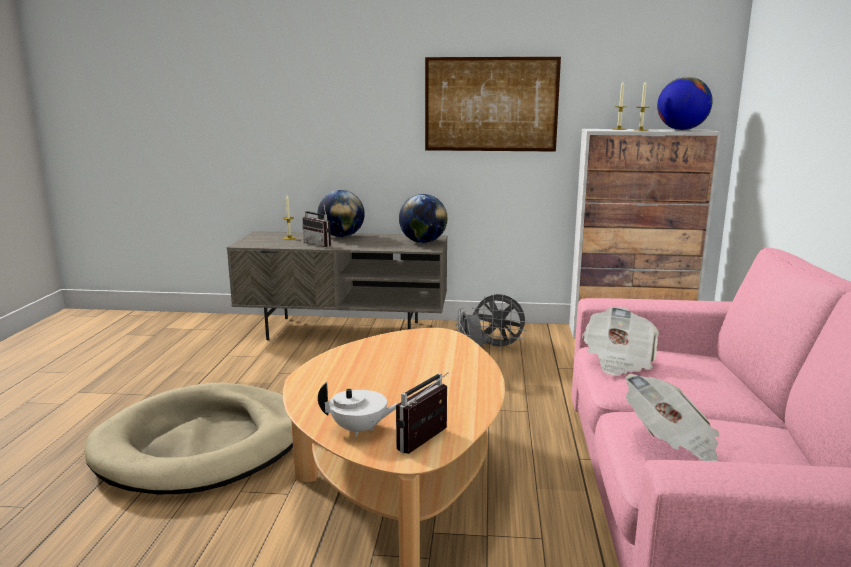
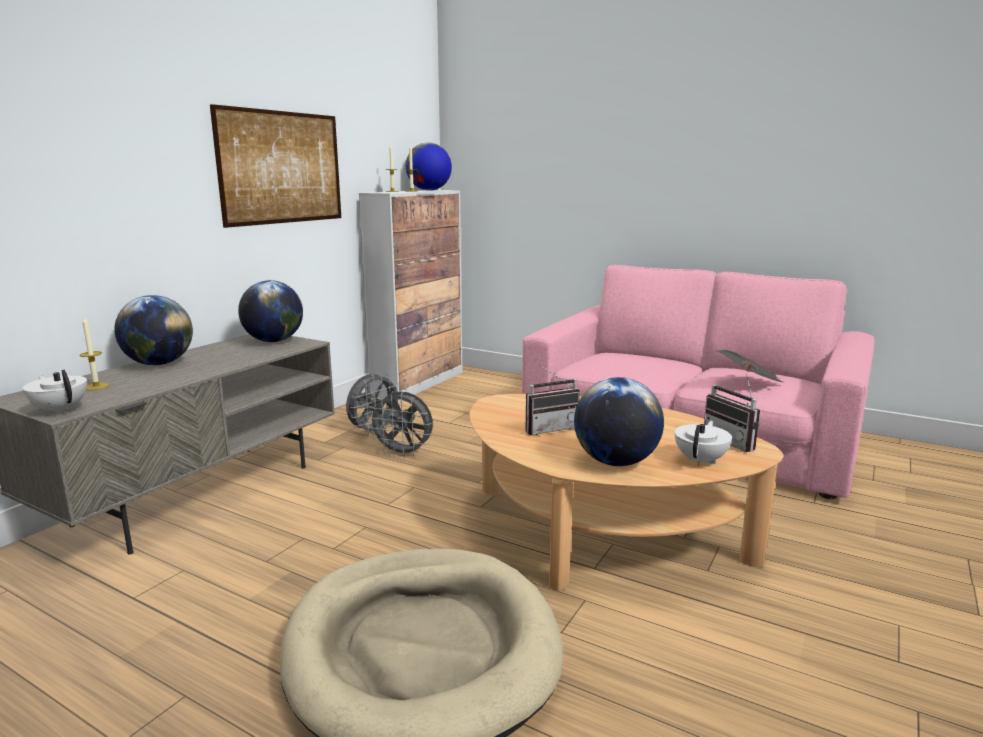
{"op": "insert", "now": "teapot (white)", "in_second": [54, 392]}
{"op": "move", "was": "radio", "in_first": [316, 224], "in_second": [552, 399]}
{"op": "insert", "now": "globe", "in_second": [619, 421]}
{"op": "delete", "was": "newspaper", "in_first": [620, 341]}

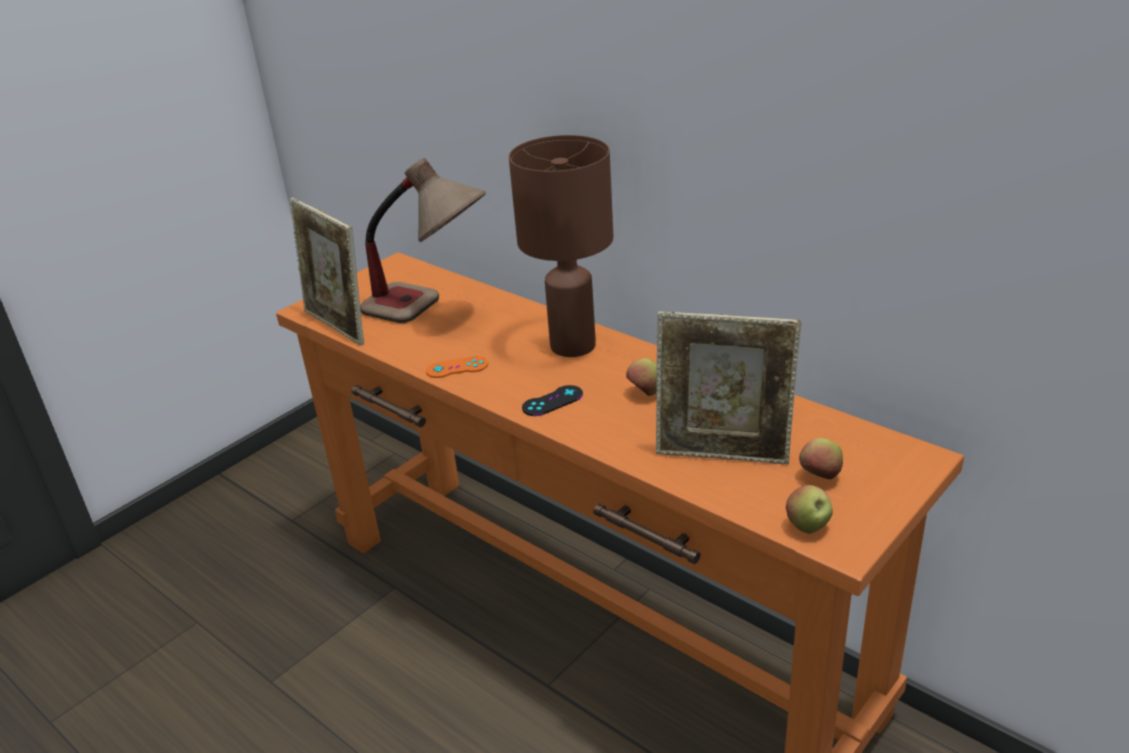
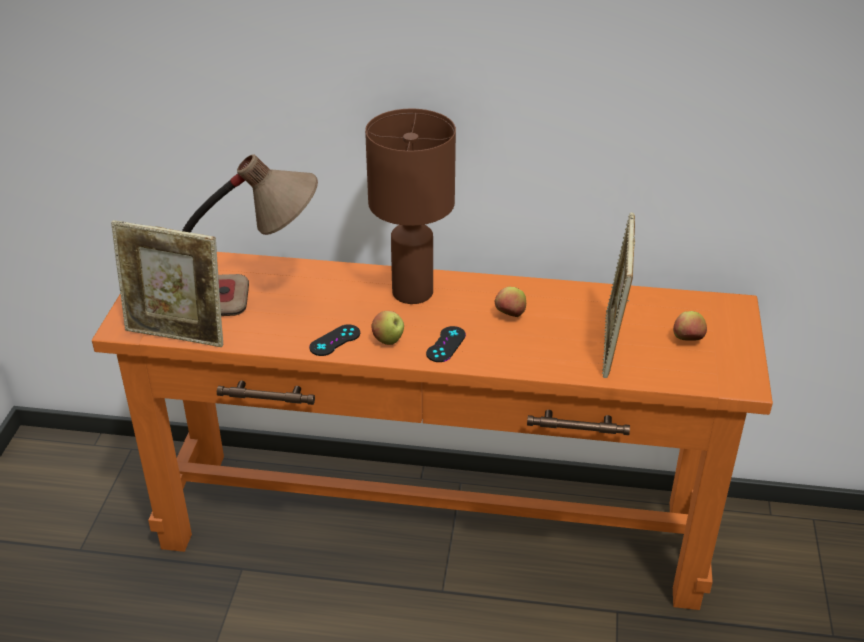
{"op": "recolor", "was": "game controller (orange)", "now": "game controller (black)", "in_first": [457, 367], "in_second": [334, 340]}
{"op": "move", "was": "apple", "in_first": [809, 509], "in_second": [387, 328]}
{"op": "rotate", "was": "picture frame", "in_first": [728, 387], "in_second": [618, 295], "clockwise": 120}

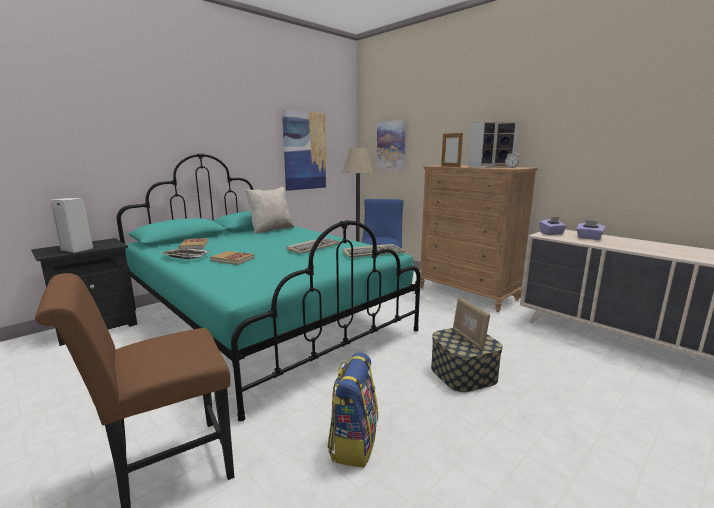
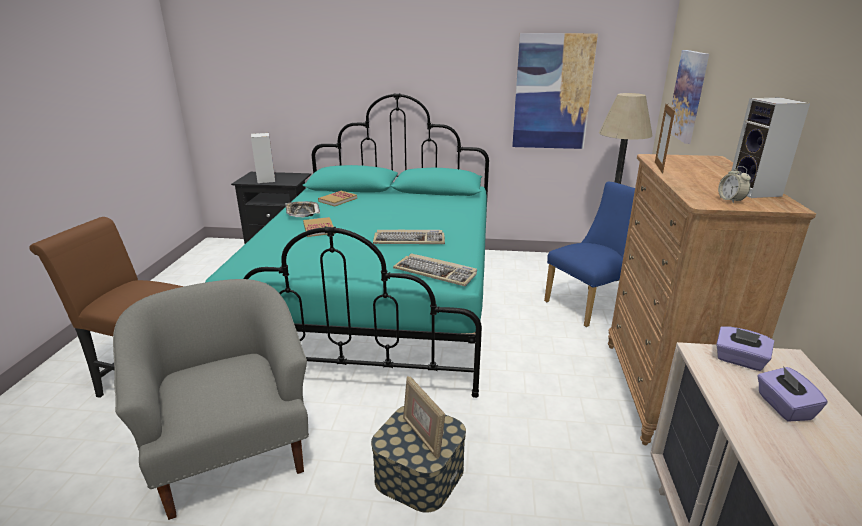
{"op": "replace", "was": "backpack", "now": "armchair (grey)", "in_first": [353, 410], "in_second": [211, 399]}
{"op": "rotate", "was": "picture frame", "in_first": [471, 324], "in_second": [424, 417], "clockwise": -60}
{"op": "delete", "was": "pillow (beige)", "in_first": [269, 210]}
{"op": "delete", "was": "speaker", "in_first": [482, 145]}

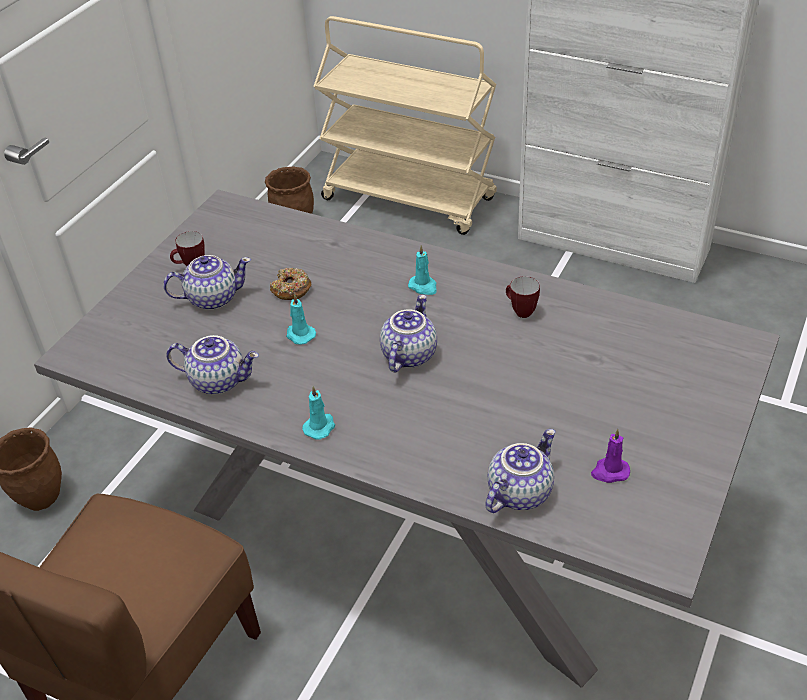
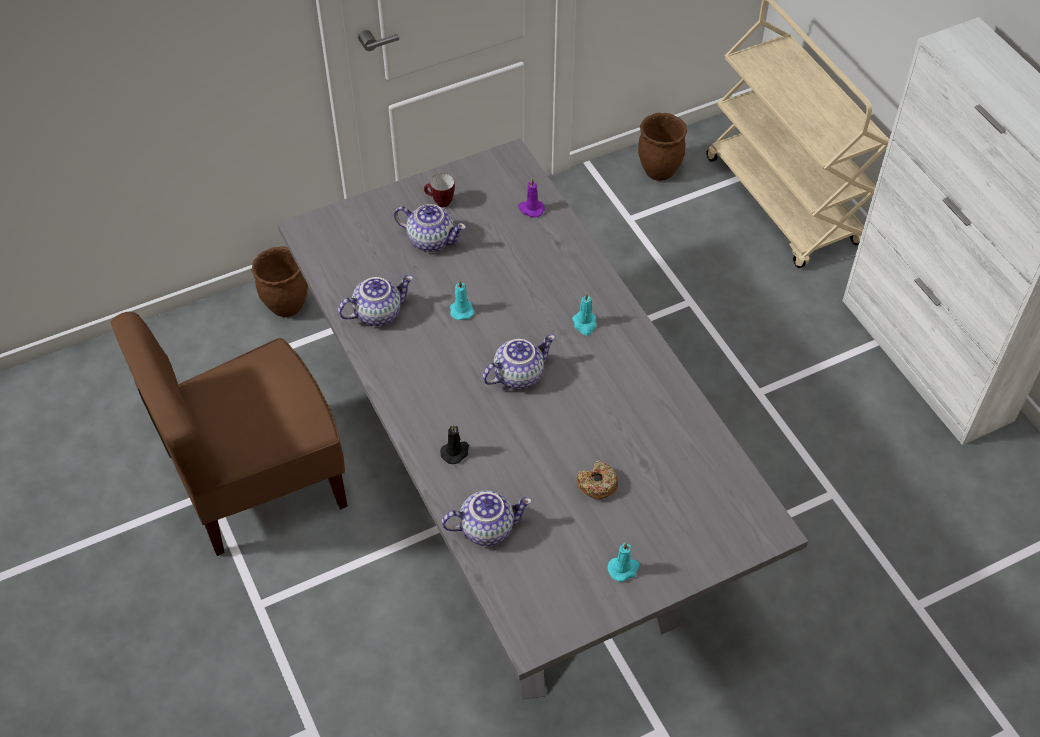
{"op": "rotate", "was": "teapot", "in_first": [212, 365], "in_second": [375, 300], "clockwise": -75}
{"op": "insert", "now": "candle (black)", "in_second": [454, 444]}
{"op": "move", "was": "candle (purple)", "in_first": [610, 456], "in_second": [531, 198]}
{"op": "move", "was": "donut", "in_first": [290, 284], "in_second": [597, 480]}
{"op": "move", "was": "candle (turquoise)", "in_first": [318, 412], "in_second": [623, 562]}
{"op": "delete", "was": "mug", "in_first": [523, 297]}

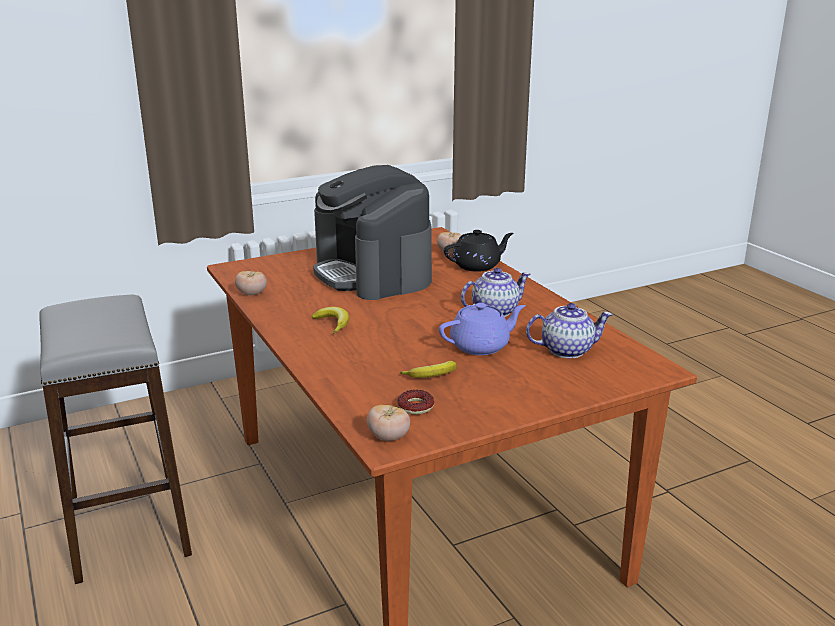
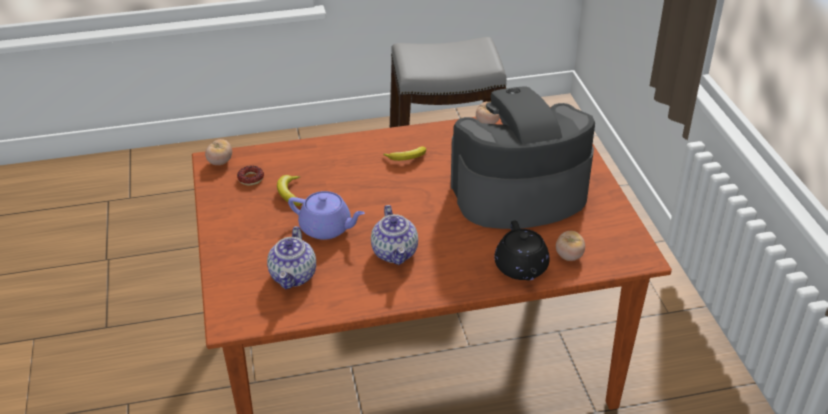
{"op": "rotate", "was": "teapot (purple)", "in_first": [482, 329], "in_second": [326, 215], "clockwise": -60}

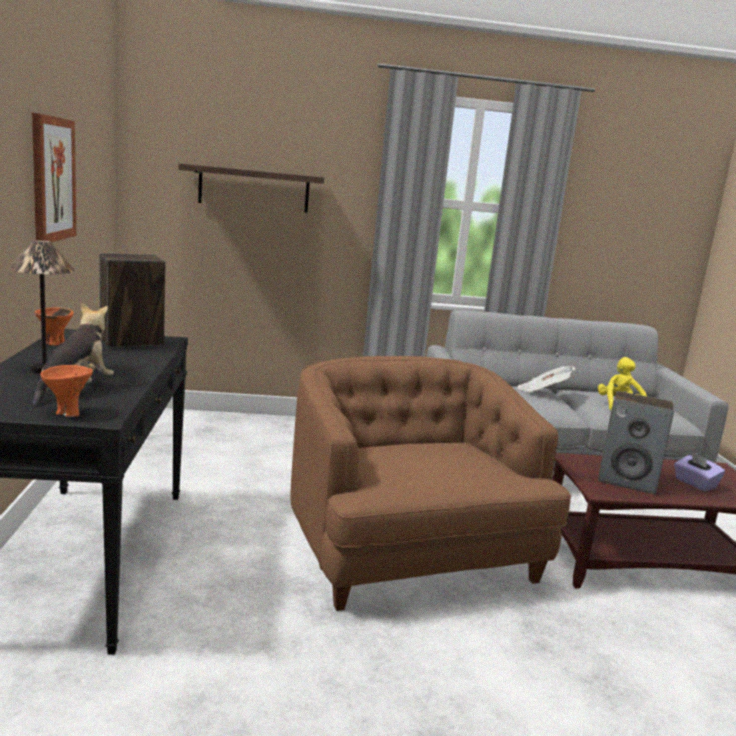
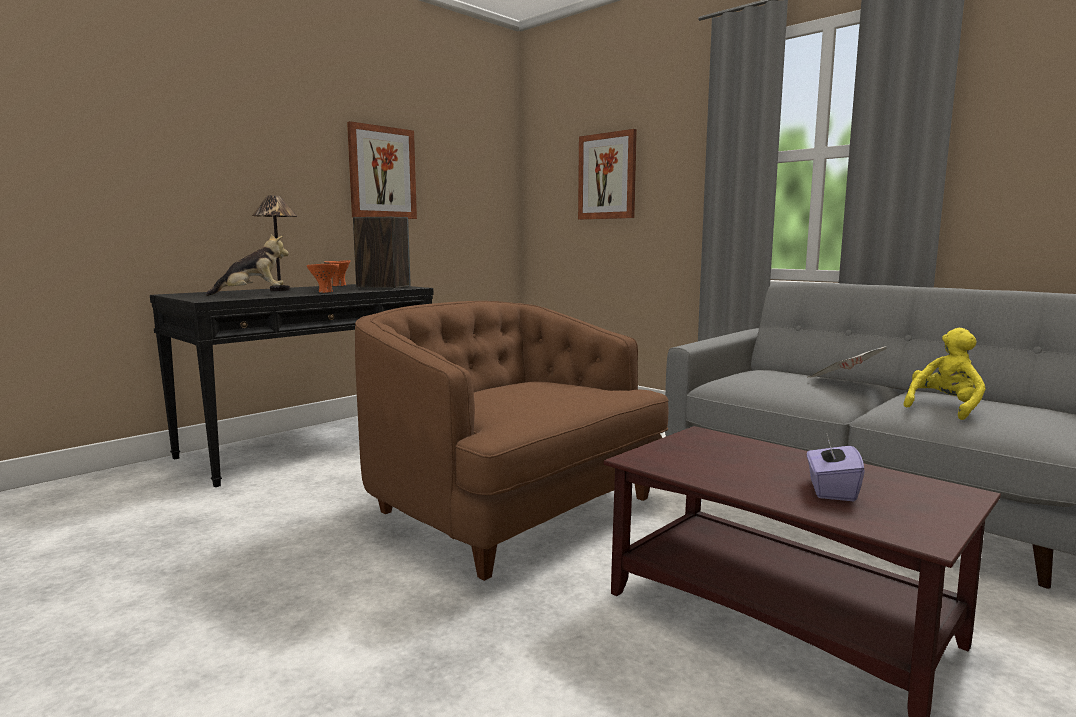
{"op": "move", "was": "bowl (orange)", "in_first": [67, 391], "in_second": [323, 278]}
{"op": "rotate", "was": "armchair (brown)", "in_first": [431, 483], "in_second": [512, 441], "clockwise": -75}
{"op": "replace", "was": "shelf", "now": "picture", "in_first": [251, 188], "in_second": [607, 174]}
{"op": "delete", "was": "speaker", "in_first": [636, 442]}

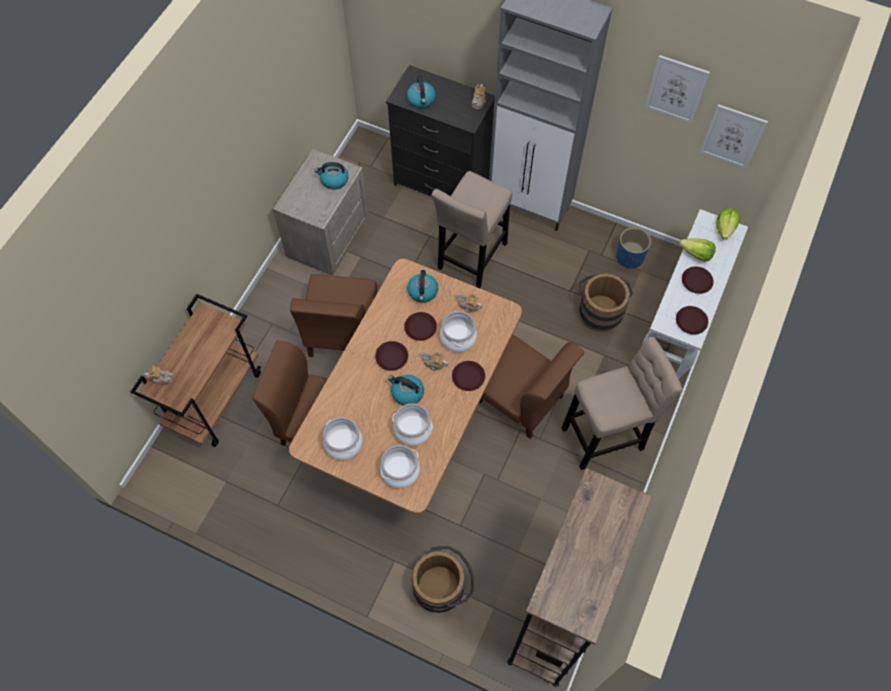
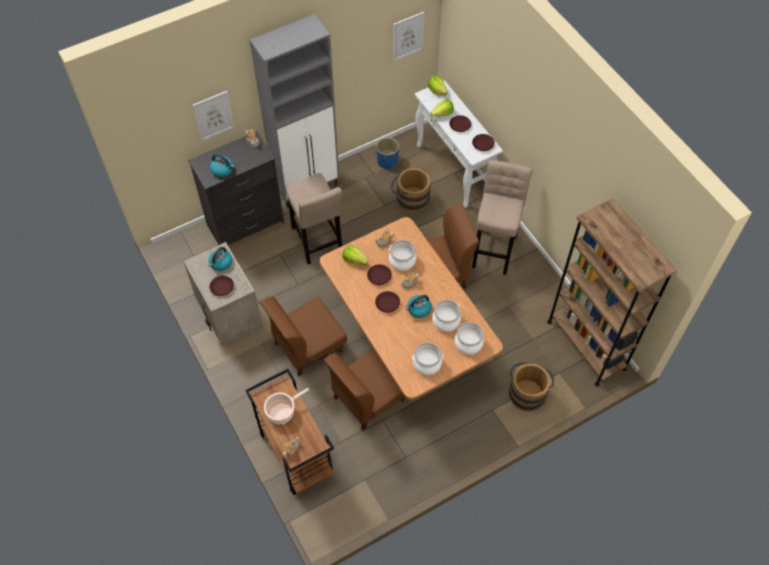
{"op": "move", "was": "picture", "in_first": [677, 89], "in_second": [213, 116]}
{"op": "move", "was": "plate (brown)", "in_first": [468, 376], "in_second": [222, 286]}
{"op": "rotate", "was": "chair (brown)", "in_first": [333, 315], "in_second": [303, 336], "clockwise": 105}
{"op": "insert", "now": "cooking pot", "in_second": [286, 406]}
{"op": "replace", "was": "kettle", "now": "lettuce", "in_first": [422, 286], "in_second": [355, 255]}

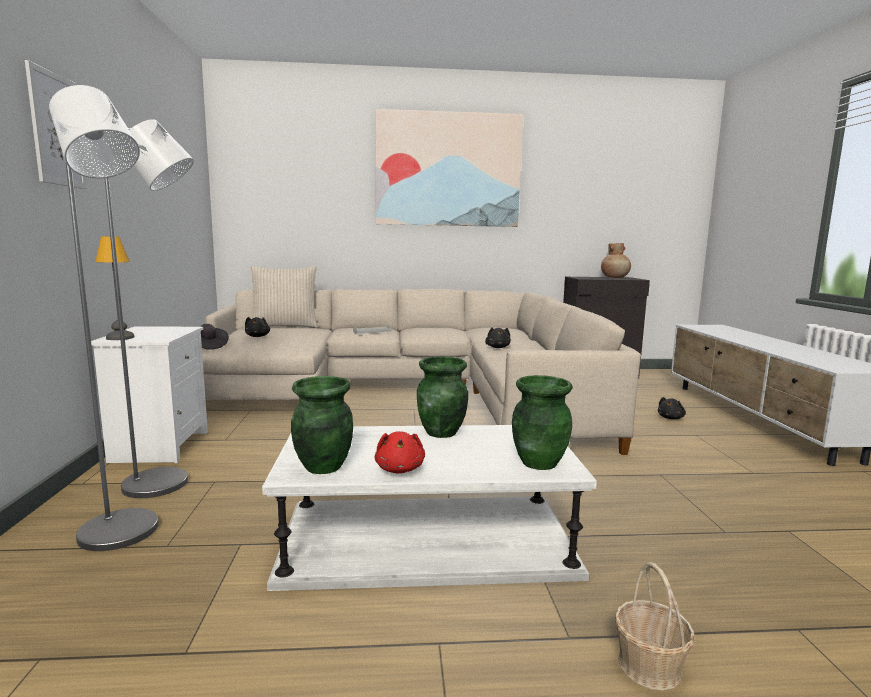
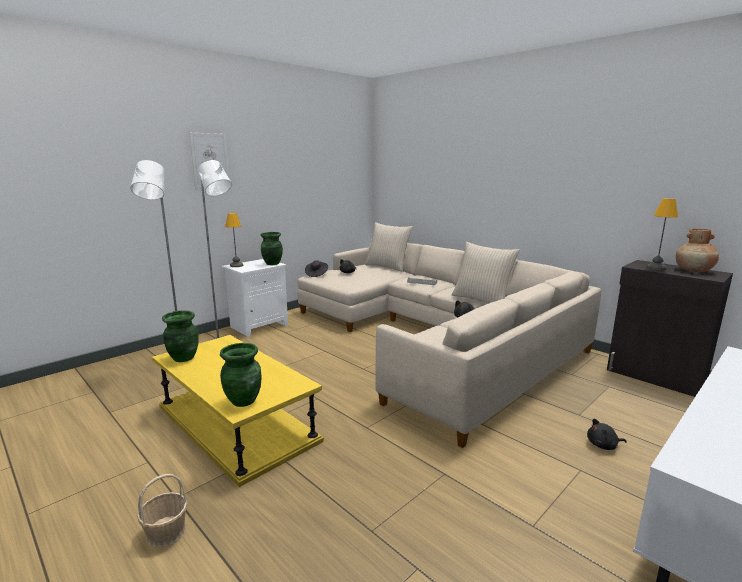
{"op": "recolor", "was": "coffee table (white)", "now": "coffee table (yellow)", "in_first": [429, 508], "in_second": [238, 411]}
{"op": "move", "was": "vase (green)", "in_first": [442, 397], "in_second": [272, 248]}
{"op": "insert", "now": "pillow (beige)", "in_second": [486, 272]}
{"op": "insert", "now": "table lamp", "in_second": [662, 234]}
{"op": "delete", "was": "picture", "in_first": [449, 168]}
{"op": "delete", "was": "plush toy (red)", "in_first": [400, 452]}

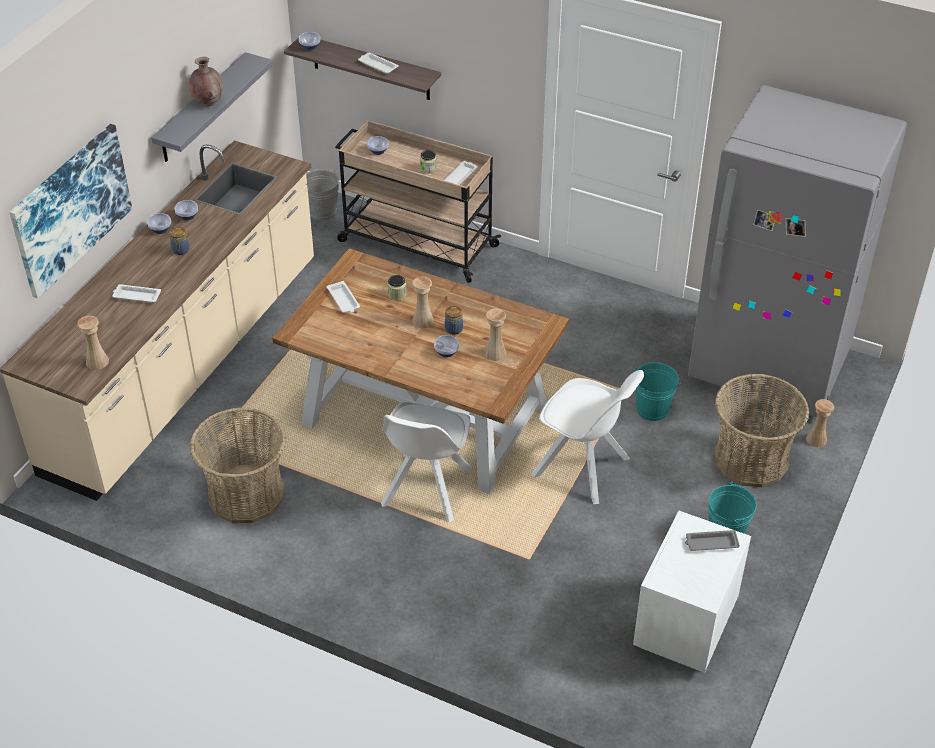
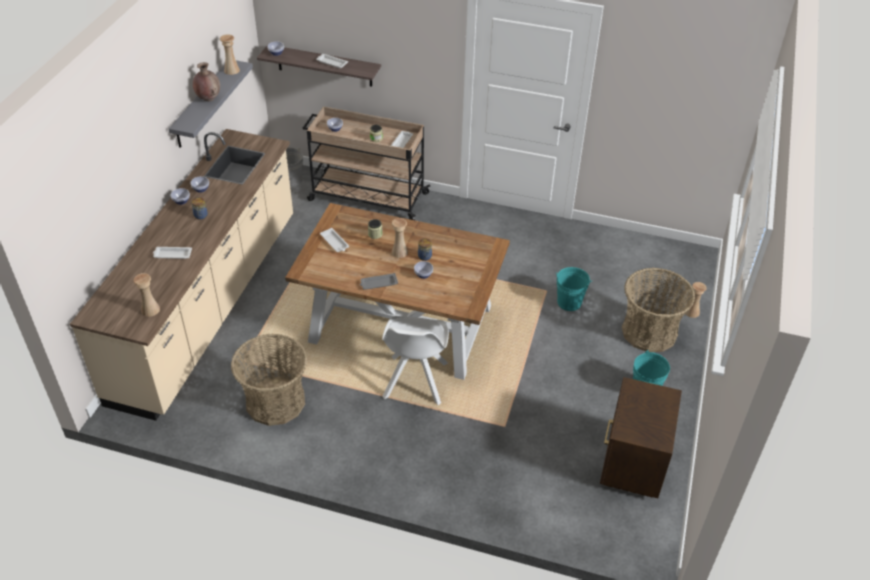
{"op": "move", "was": "vase (beige)", "in_first": [495, 334], "in_second": [230, 54]}
{"op": "move", "was": "tray (grey)", "in_first": [712, 540], "in_second": [379, 281]}
{"op": "recolor", "was": "nightstand (white)", "now": "nightstand (brown)", "in_first": [692, 592], "in_second": [641, 437]}
{"op": "delete", "was": "picture", "in_first": [70, 211]}
{"op": "delete", "was": "chair (white)", "in_first": [587, 437]}
{"op": "delete", "was": "fridge (grey)", "in_first": [797, 251]}

